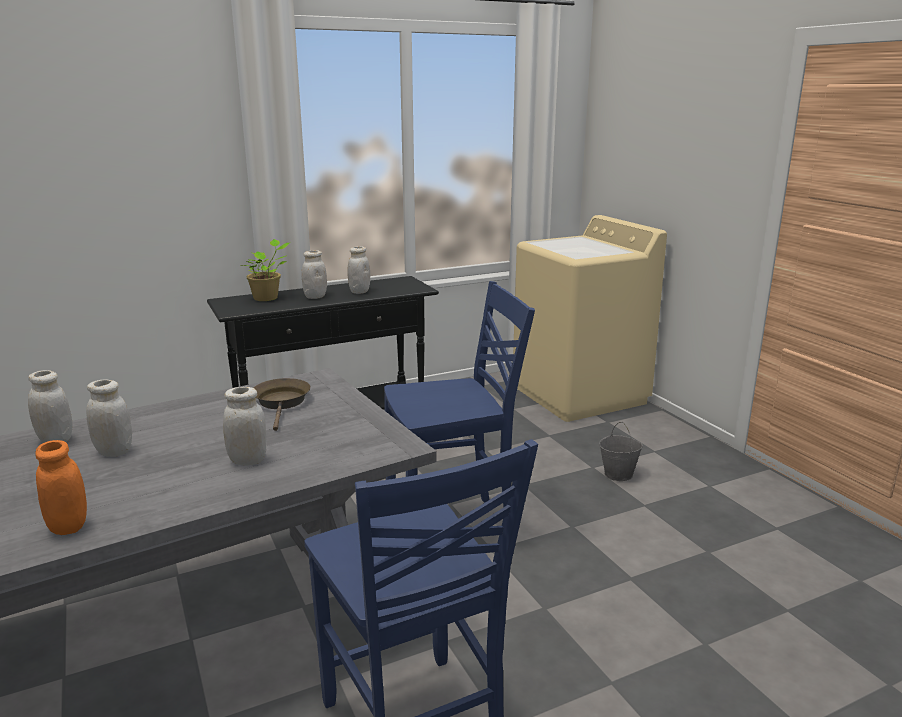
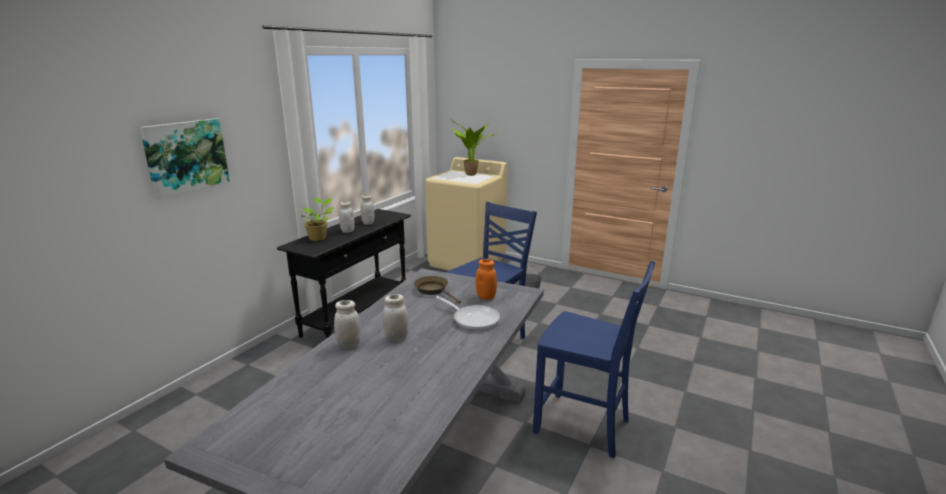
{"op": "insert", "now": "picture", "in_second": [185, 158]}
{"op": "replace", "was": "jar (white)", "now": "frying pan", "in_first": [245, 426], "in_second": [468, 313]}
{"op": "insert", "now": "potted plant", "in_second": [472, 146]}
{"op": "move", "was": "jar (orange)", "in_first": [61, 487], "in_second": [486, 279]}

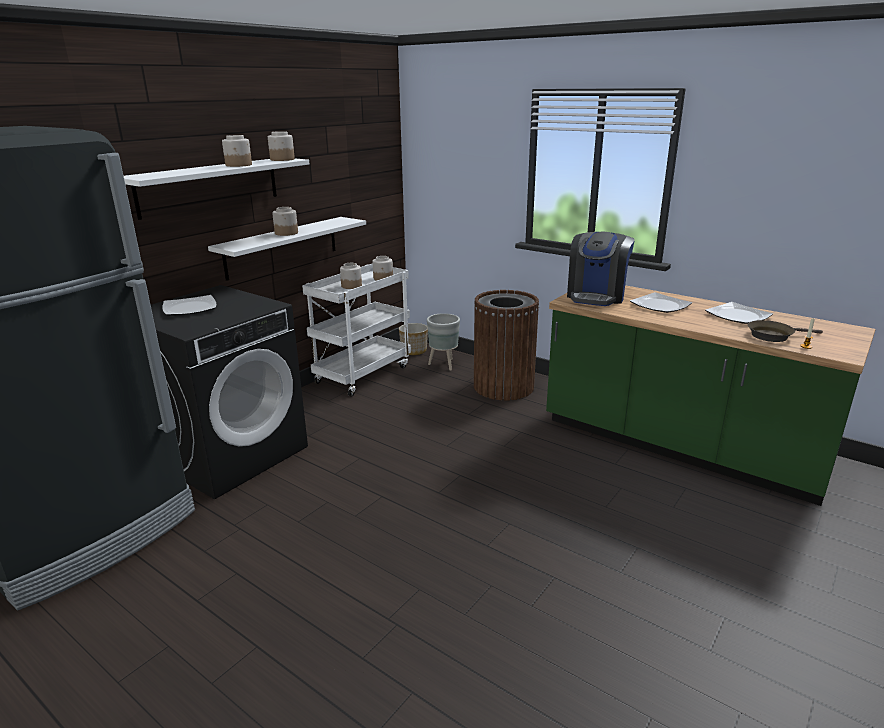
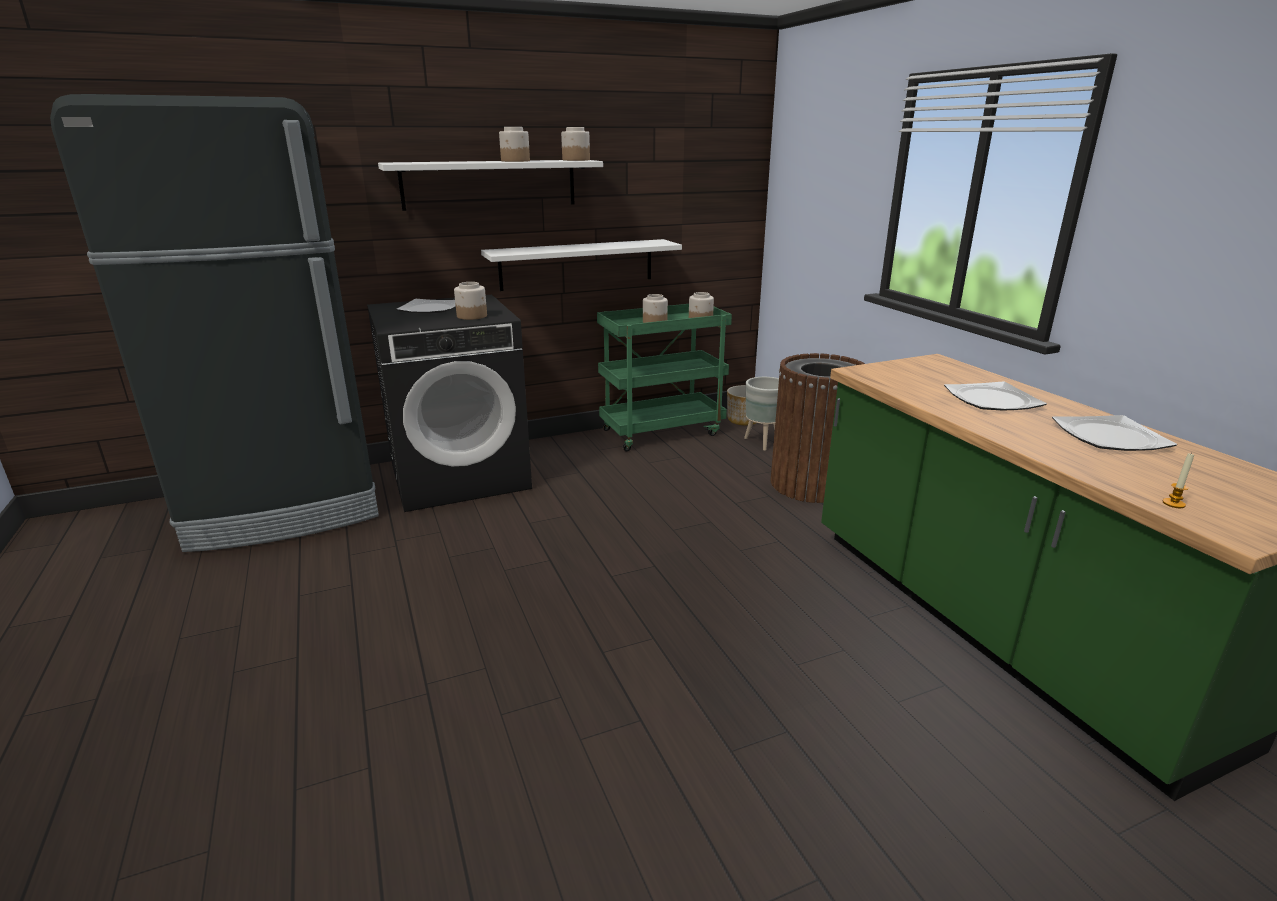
{"op": "move", "was": "jar", "in_first": [285, 221], "in_second": [470, 301]}
{"op": "recolor", "was": "cart (white)", "now": "cart (green)", "in_first": [356, 330], "in_second": [664, 377]}
{"op": "delete", "was": "coffee machine", "in_first": [601, 268]}
{"op": "delete", "was": "frying pan (brown)", "in_first": [785, 331]}

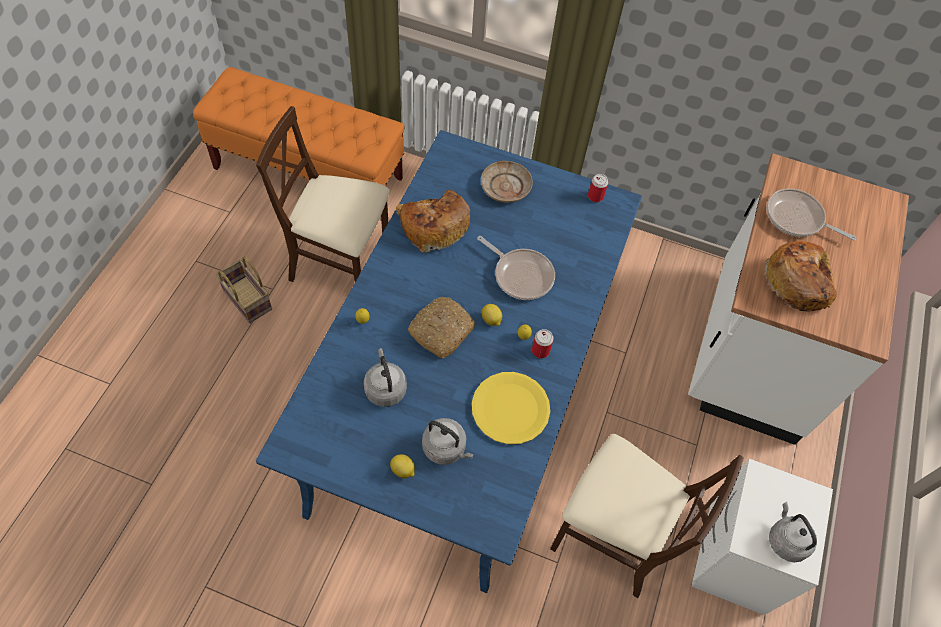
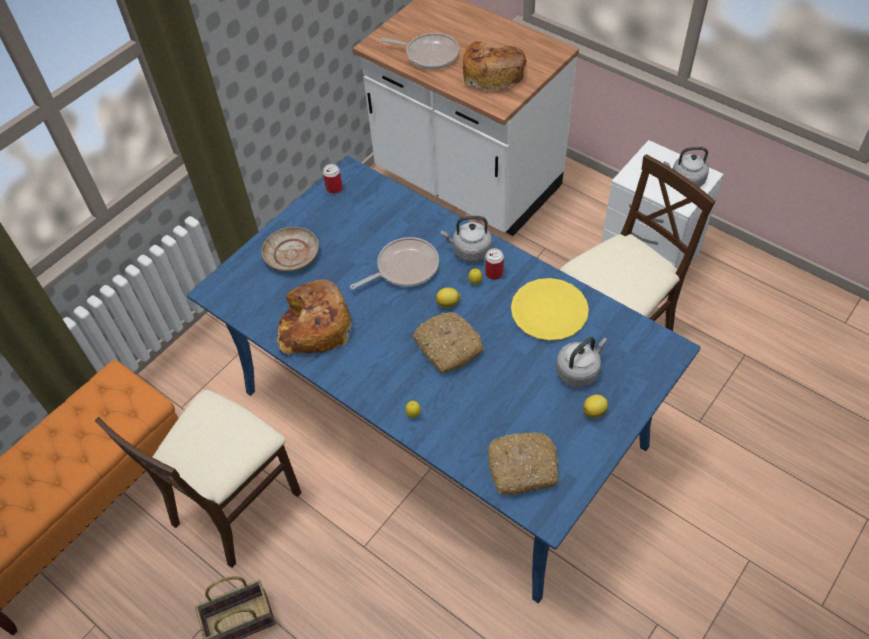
{"op": "rotate", "was": "frying pan", "in_first": [811, 214], "in_second": [419, 51], "clockwise": -120}
{"op": "move", "was": "kettle (grey)", "in_first": [385, 377], "in_second": [466, 239]}
{"op": "insert", "now": "bread", "in_second": [523, 463]}

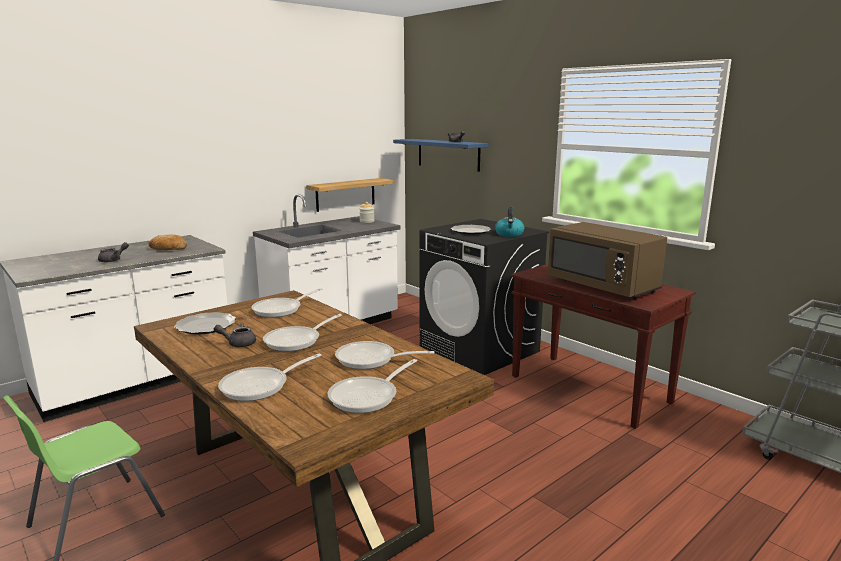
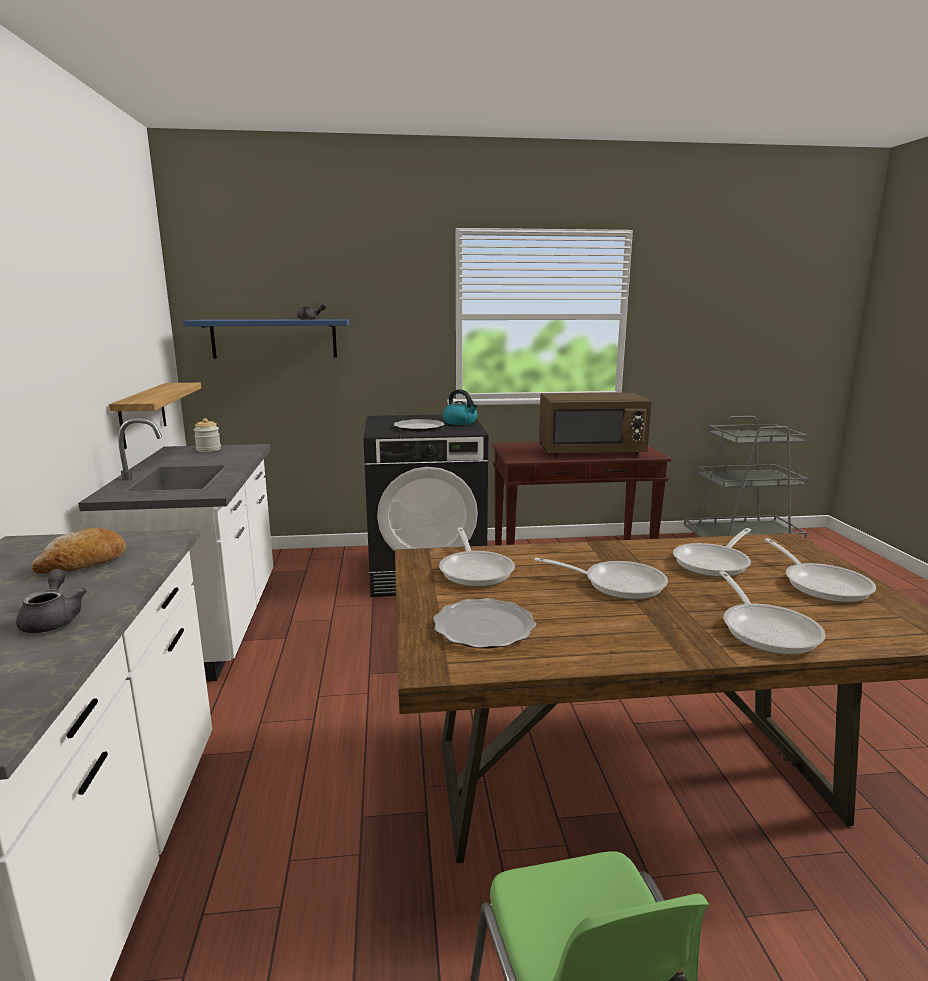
{"op": "rotate", "was": "frying pan", "in_first": [302, 333], "in_second": [601, 578], "clockwise": -60}
{"op": "delete", "was": "teapot (grey)", "in_first": [235, 335]}

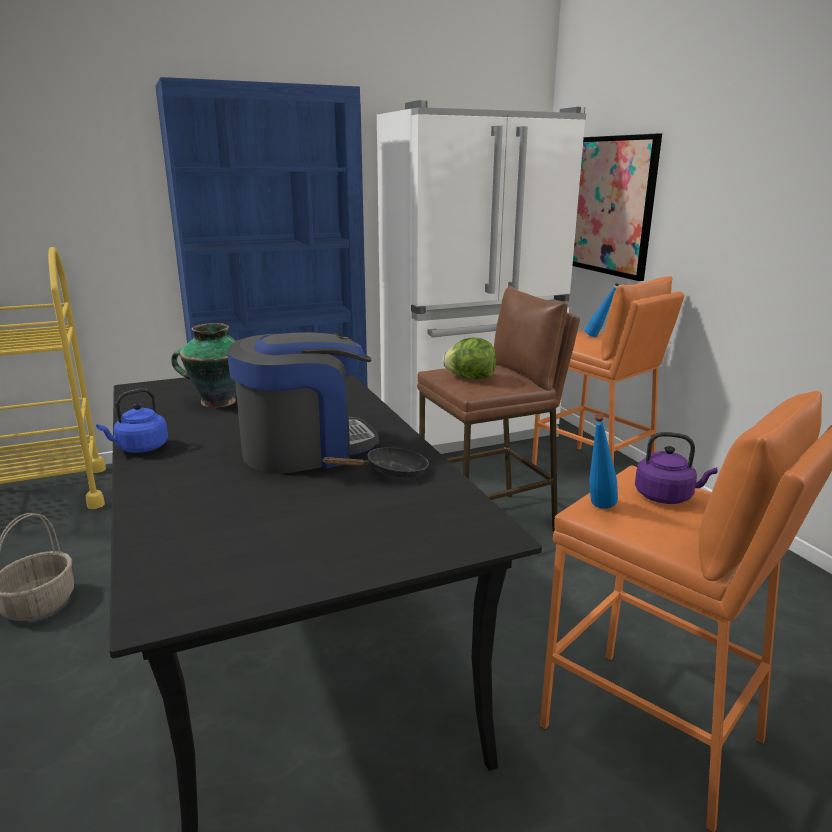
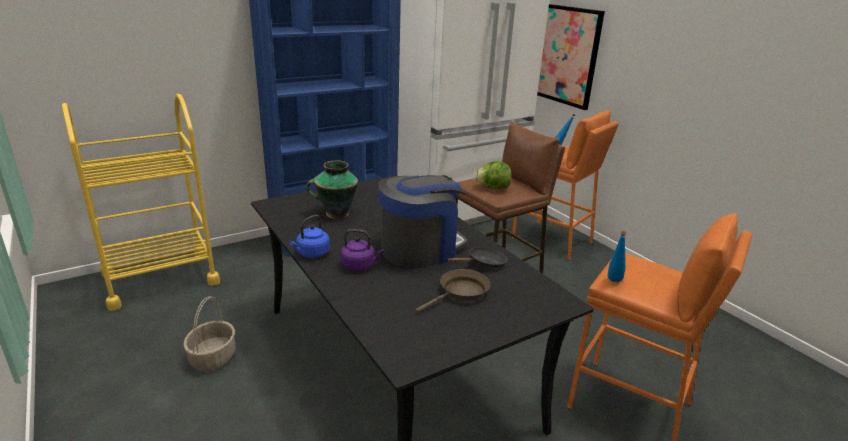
{"op": "move", "was": "kettle (purple)", "in_first": [676, 468], "in_second": [362, 250]}
{"op": "insert", "now": "frying pan (brown)", "in_second": [452, 291]}

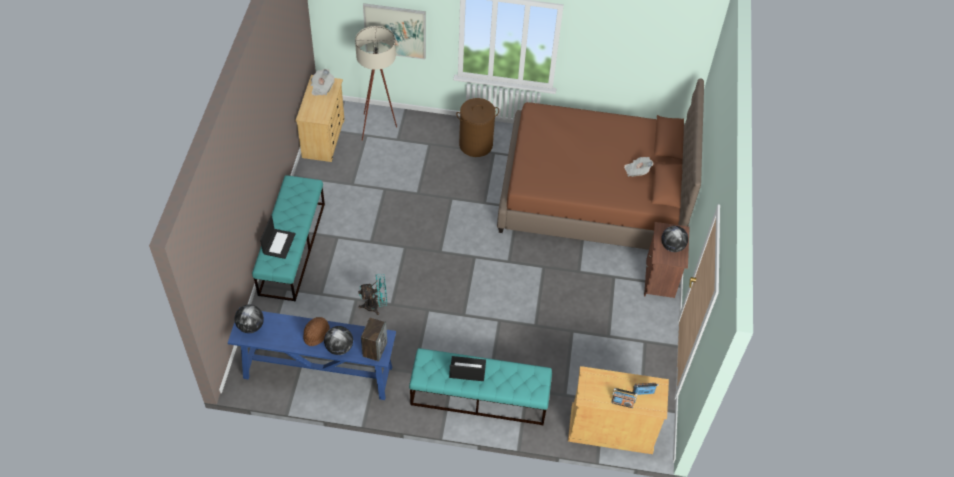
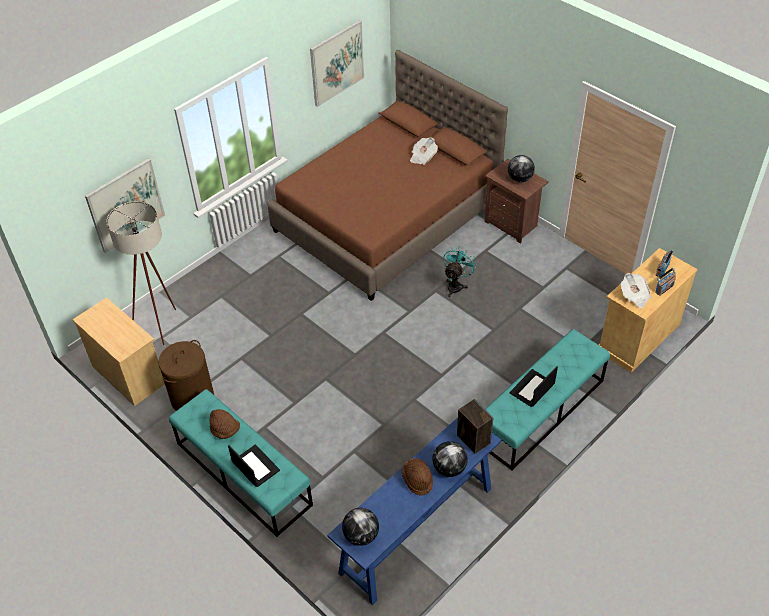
{"op": "move", "was": "laundry basket (brown)", "in_first": [477, 127], "in_second": [186, 375]}
{"op": "insert", "now": "hat (brown)", "in_second": [224, 424]}
{"op": "insert", "now": "picture", "in_second": [337, 63]}
{"op": "move", "was": "fan (turquoise)", "in_first": [372, 294], "in_second": [460, 271]}
{"op": "move", "was": "newspaper", "in_first": [323, 82], "in_second": [636, 290]}

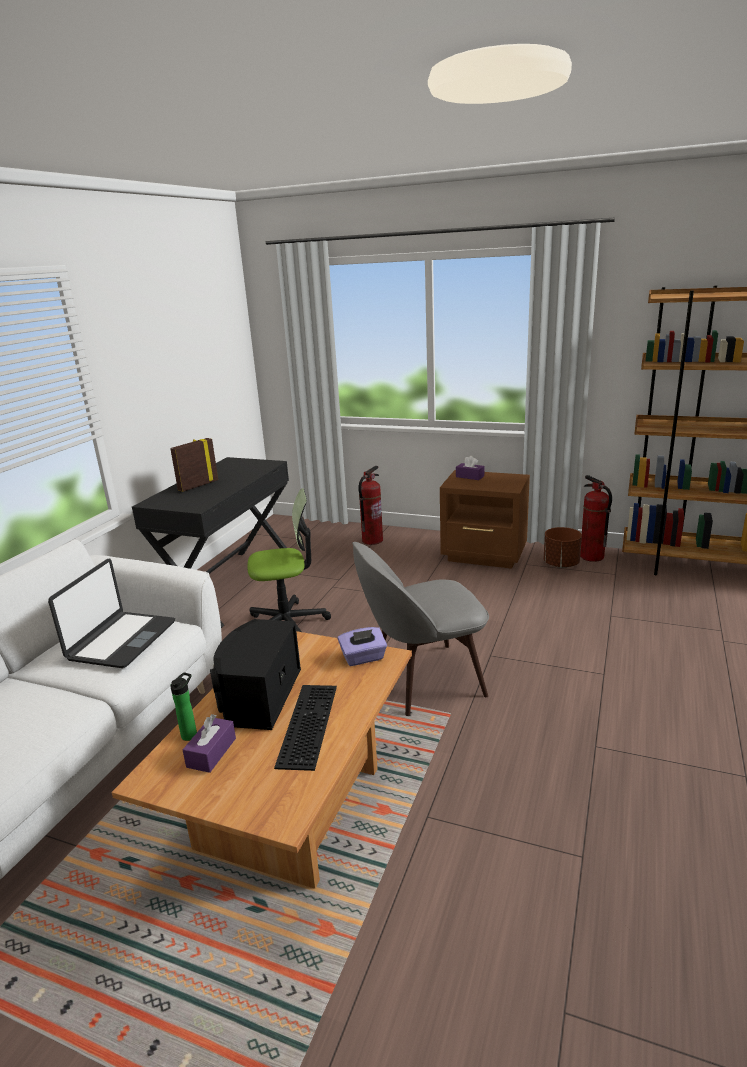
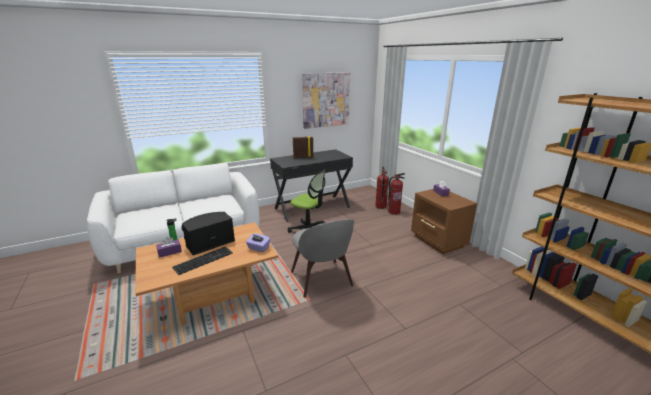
{"op": "rotate", "was": "chair (grey)", "in_first": [420, 629], "in_second": [322, 258], "clockwise": -135}
{"op": "insert", "now": "picture", "in_second": [326, 100]}
{"op": "move", "was": "fire extinguisher", "in_first": [596, 518], "in_second": [382, 188]}
{"op": "delete", "was": "laptop", "in_first": [111, 613]}
{"op": "delete", "was": "planter (brown)", "in_first": [563, 547]}

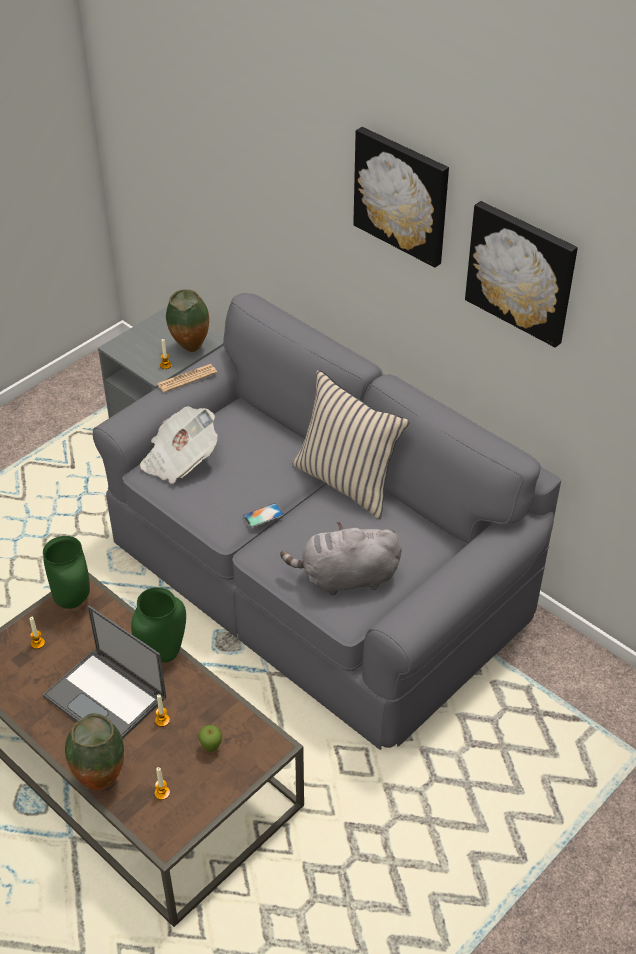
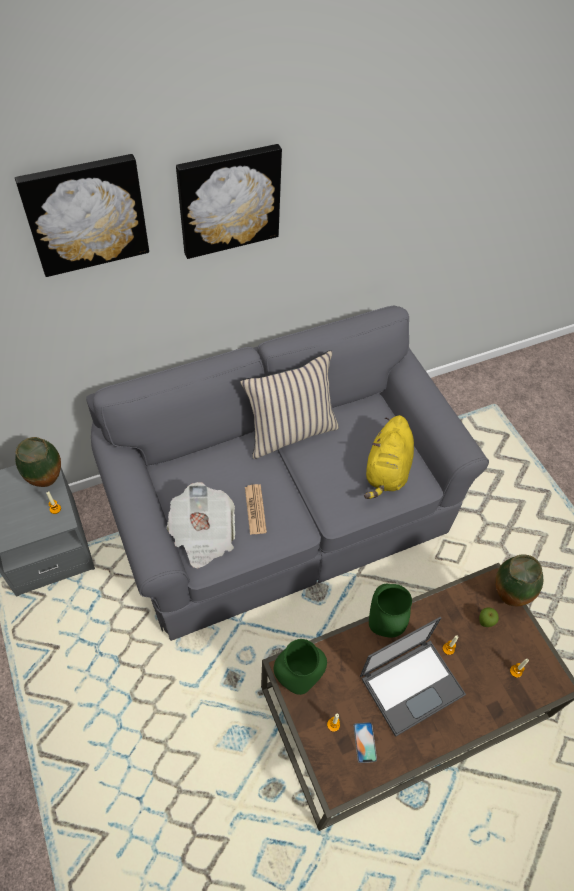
{"op": "move", "was": "picture", "in_first": [521, 274], "in_second": [82, 215]}
{"op": "move", "was": "newspaper", "in_first": [187, 378], "in_second": [256, 509]}
{"op": "move", "was": "phone", "in_first": [263, 515], "in_second": [365, 742]}
{"op": "recolor", "was": "plush toy (grey)", "now": "plush toy (yellow)", "in_first": [341, 558], "in_second": [389, 457]}
{"op": "move", "was": "vase", "in_first": [94, 751], "in_second": [519, 580]}

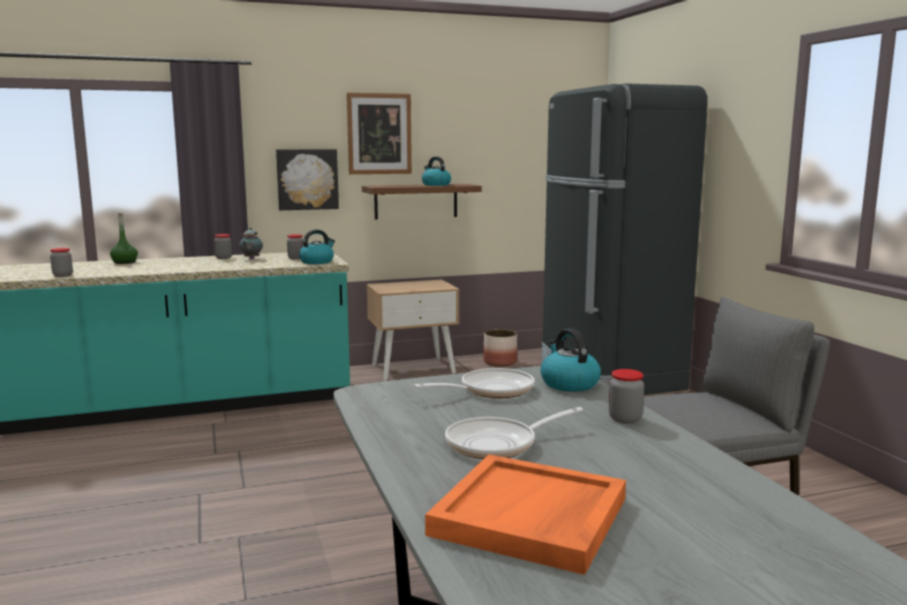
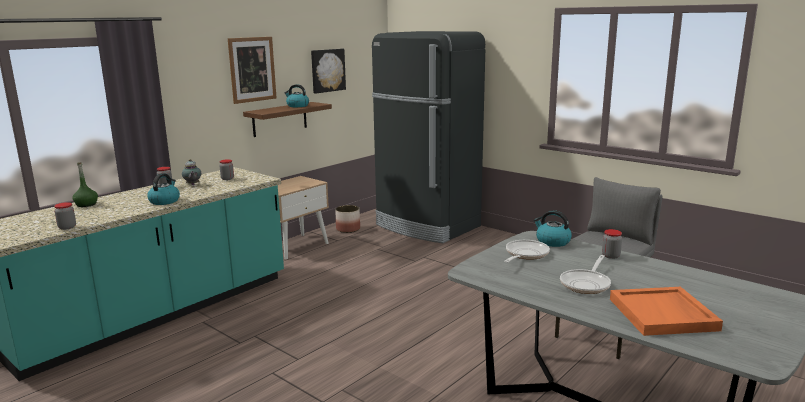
{"op": "move", "was": "kettle", "in_first": [317, 246], "in_second": [163, 189]}
{"op": "move", "was": "picture", "in_first": [307, 179], "in_second": [328, 71]}

